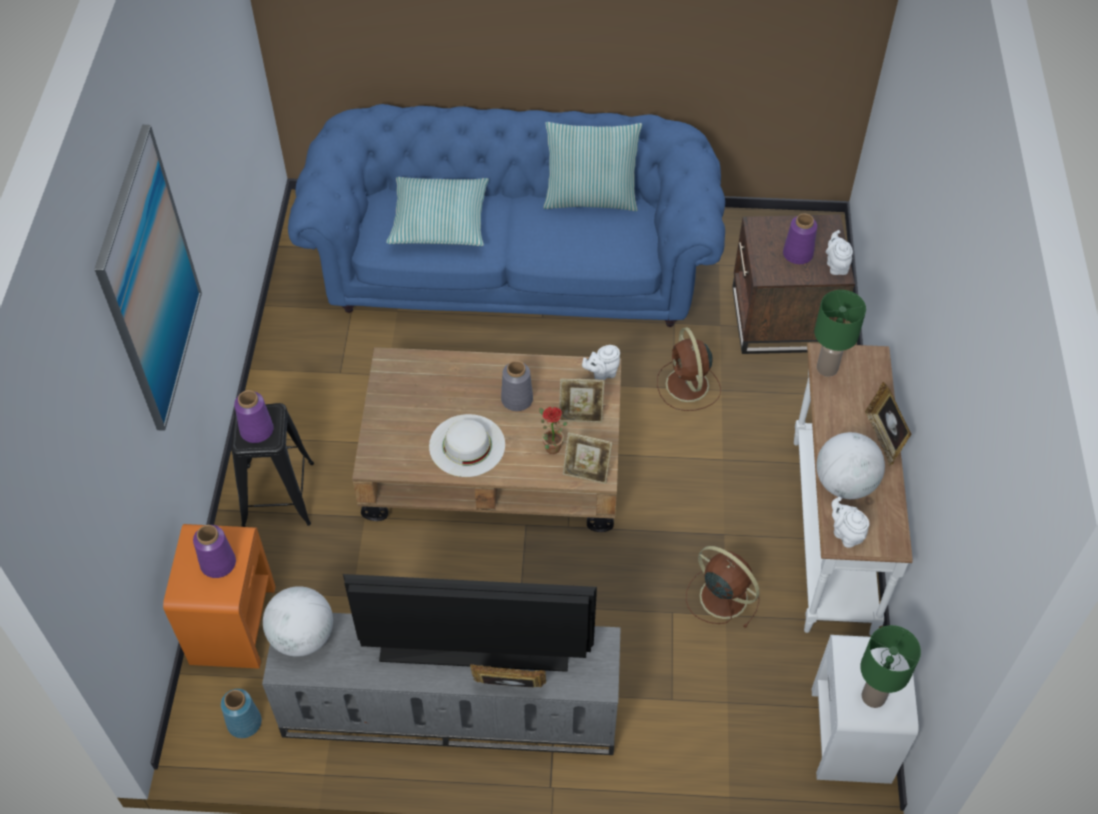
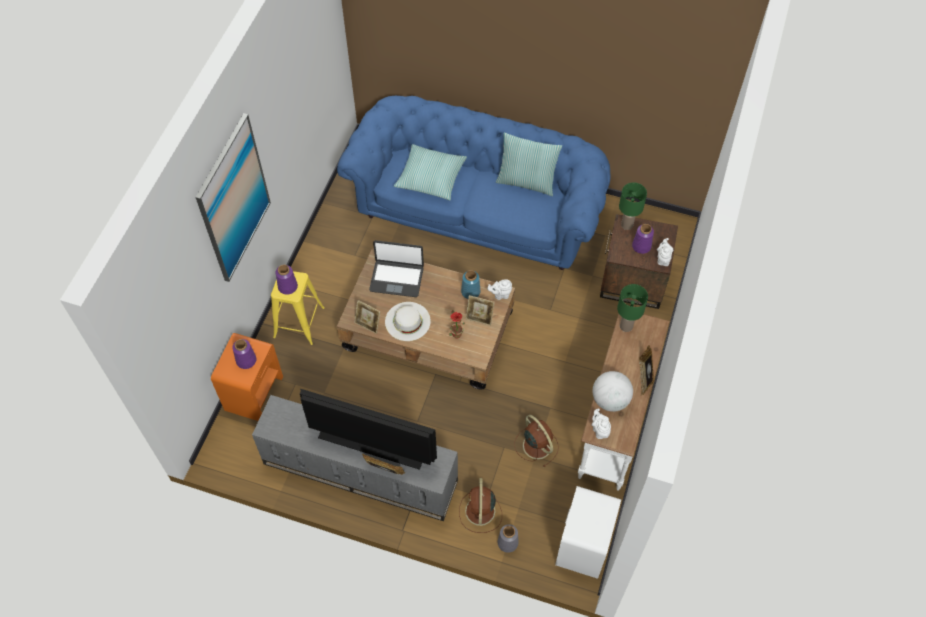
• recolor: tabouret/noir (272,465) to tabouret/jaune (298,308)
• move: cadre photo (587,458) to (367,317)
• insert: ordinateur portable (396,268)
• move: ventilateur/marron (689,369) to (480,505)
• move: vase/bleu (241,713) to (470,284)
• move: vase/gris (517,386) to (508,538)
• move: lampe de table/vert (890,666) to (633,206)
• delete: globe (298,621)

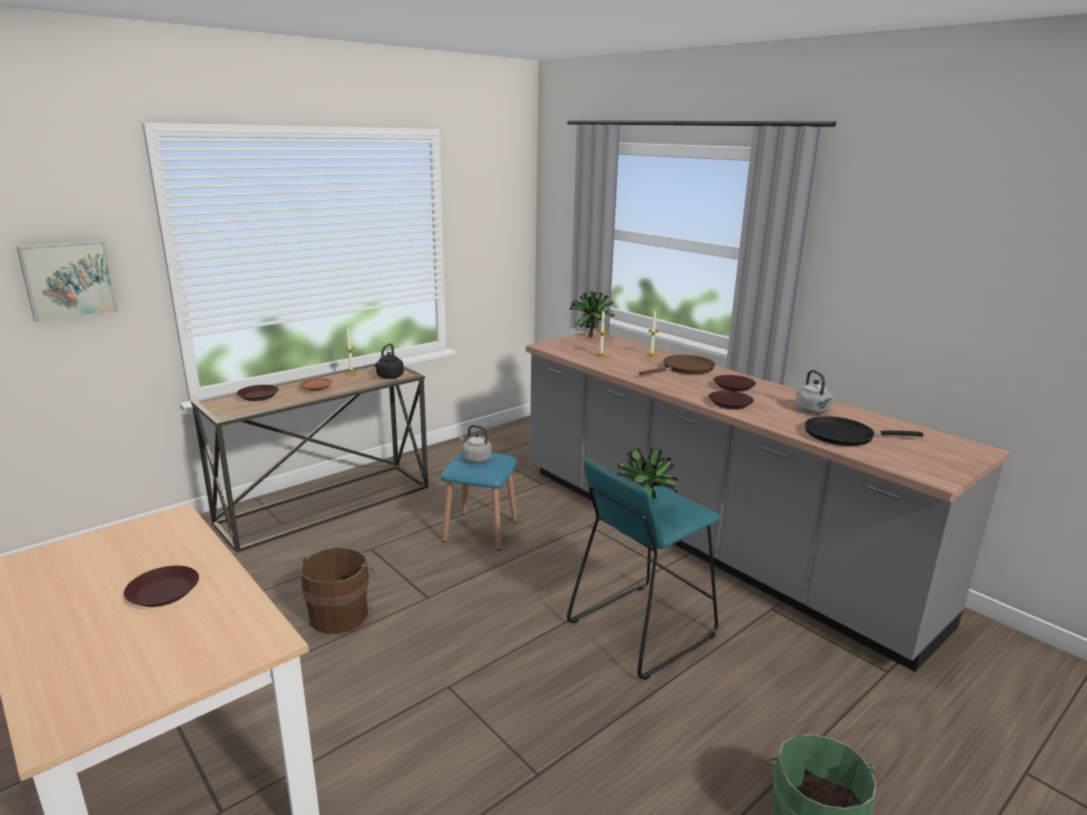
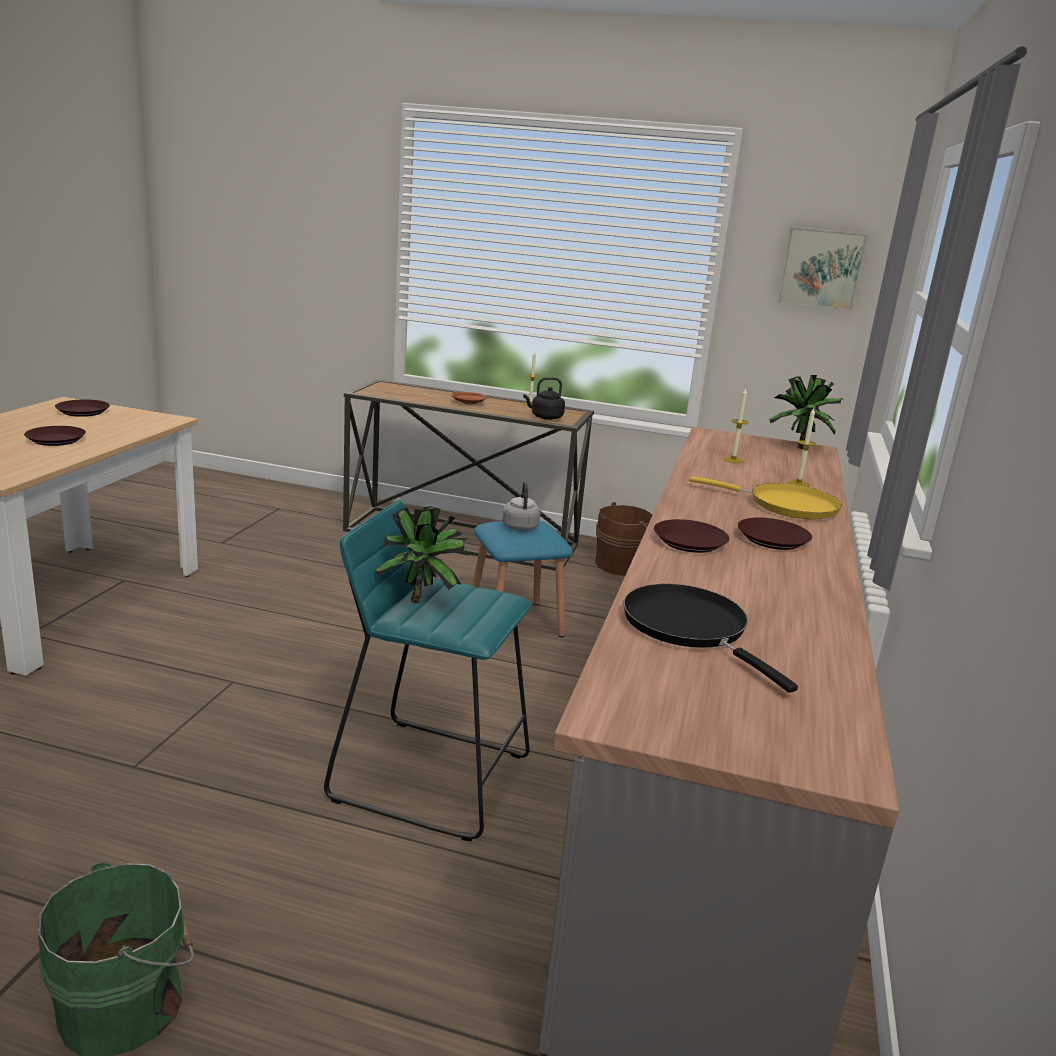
• move: assiette/marron (258,393) to (82,408)
• move: seau/marron (337,590) to (623,539)
• recolor: poêle/marron (677,365) to poêle/jaune (765,497)
• move: tableau (67,281) to (822,269)
• delete: bouilloire/gris (813,392)

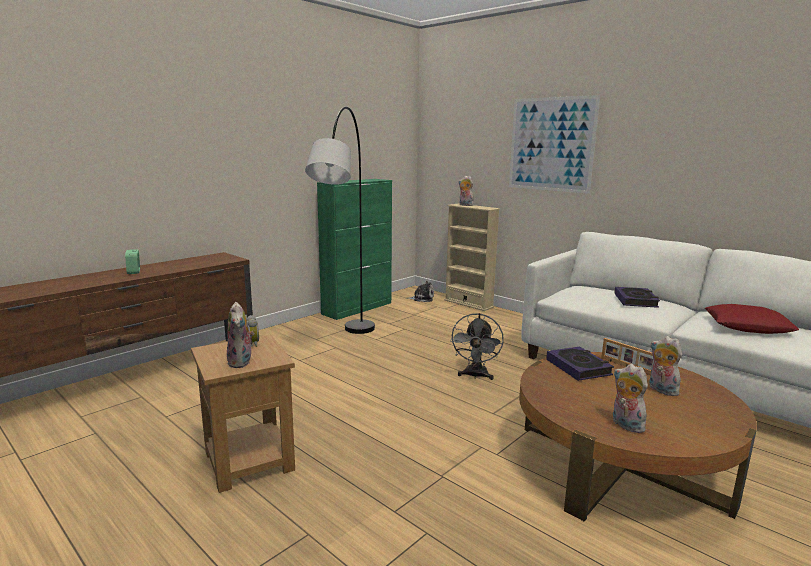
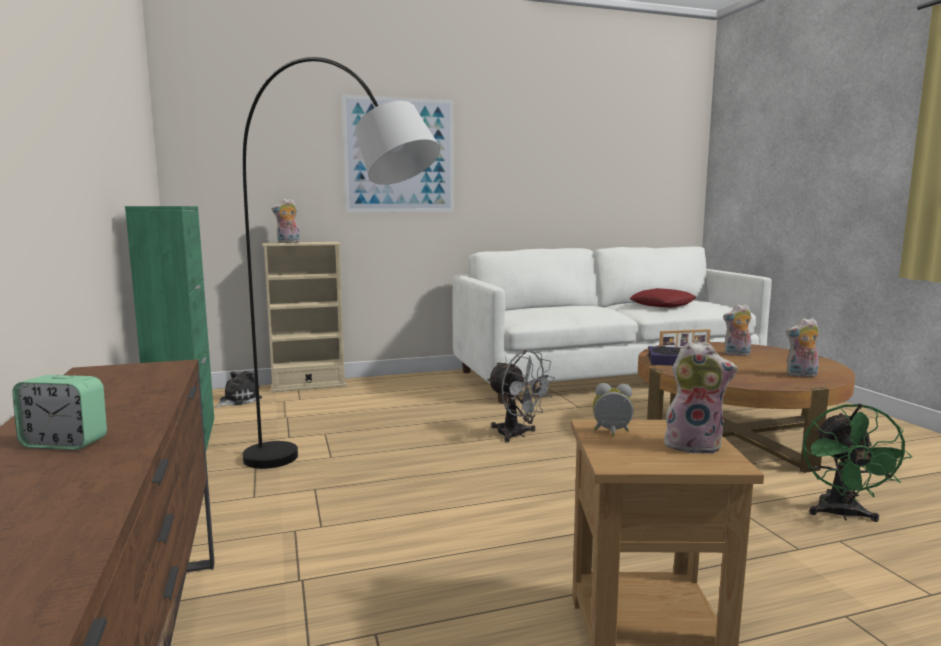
• insert: ventilateur/vert (857,463)
• delete: livre (637,297)

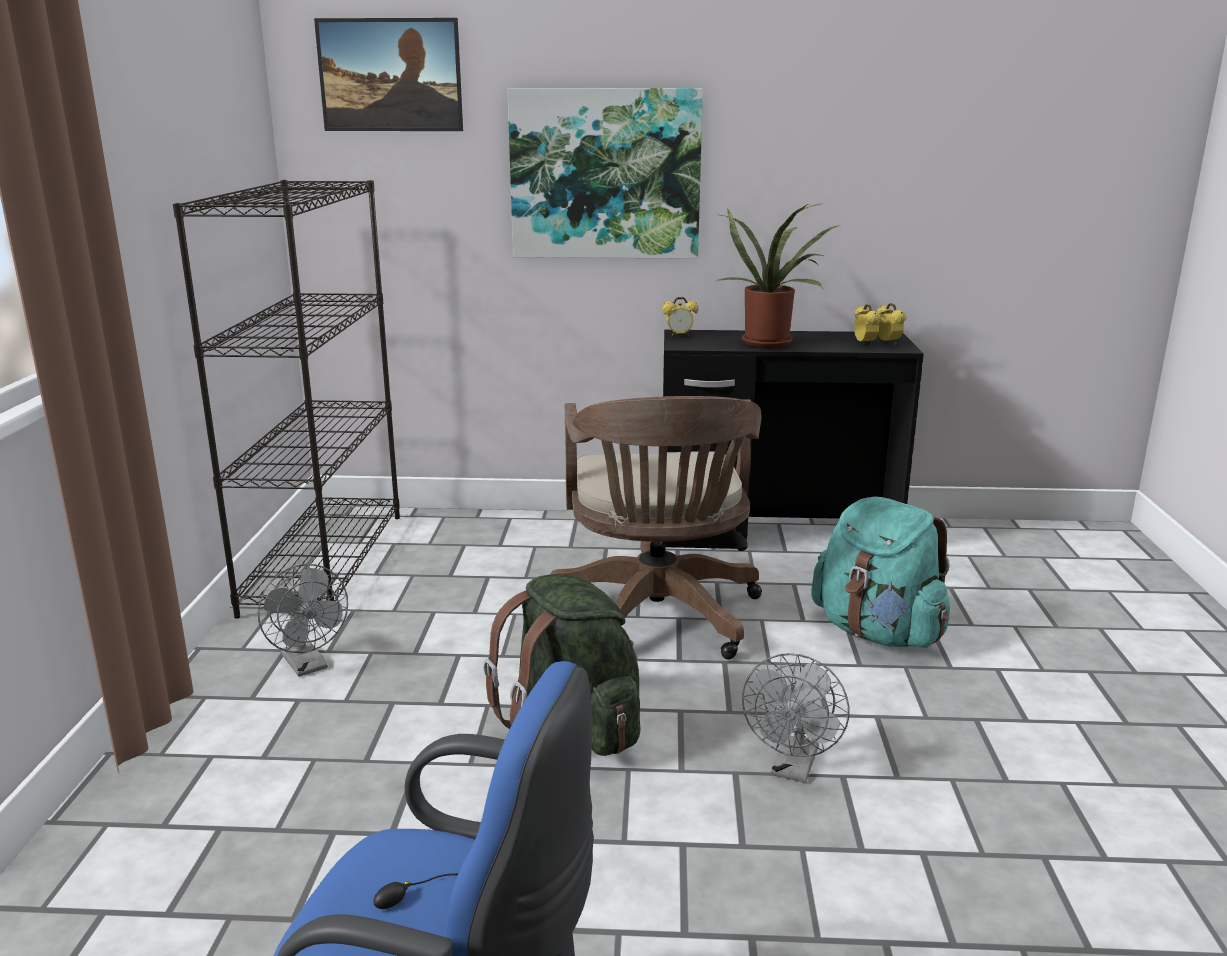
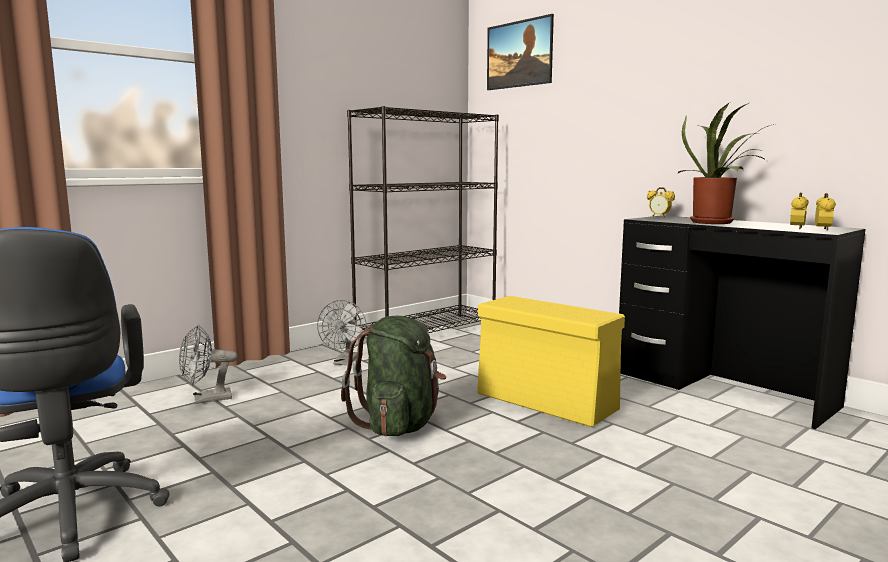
• move: ventilateur/gris (795,718) to (208,364)
• replace: chaise de bureau/marron (656,527) to boîte de rangement/jaune (551,361)
• delete: tableau (605,173)
• delete: sac à dos/turquoise (881,572)

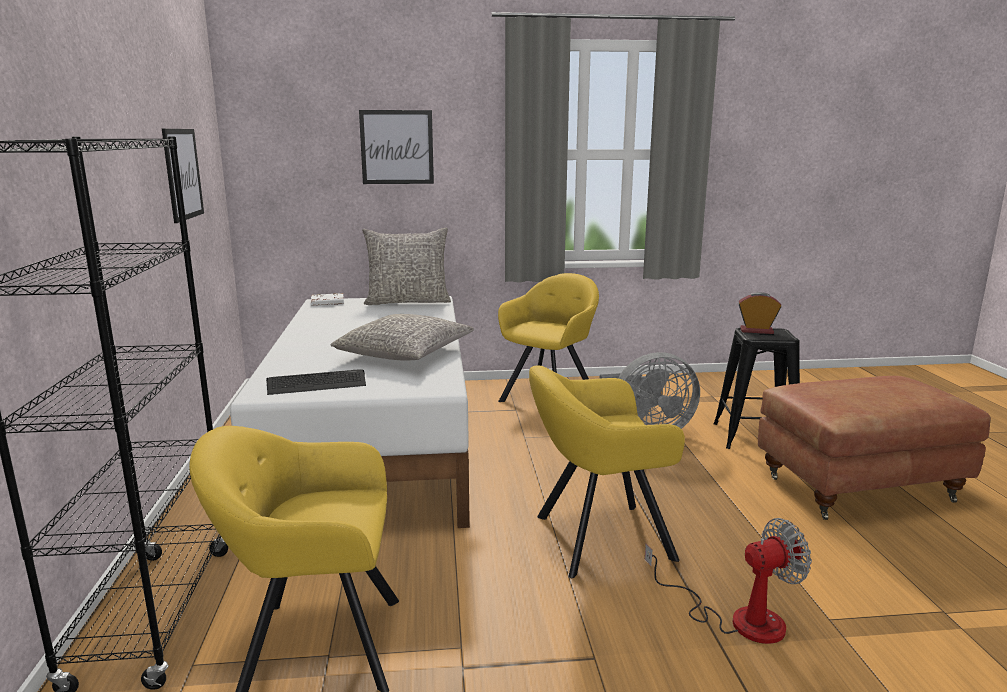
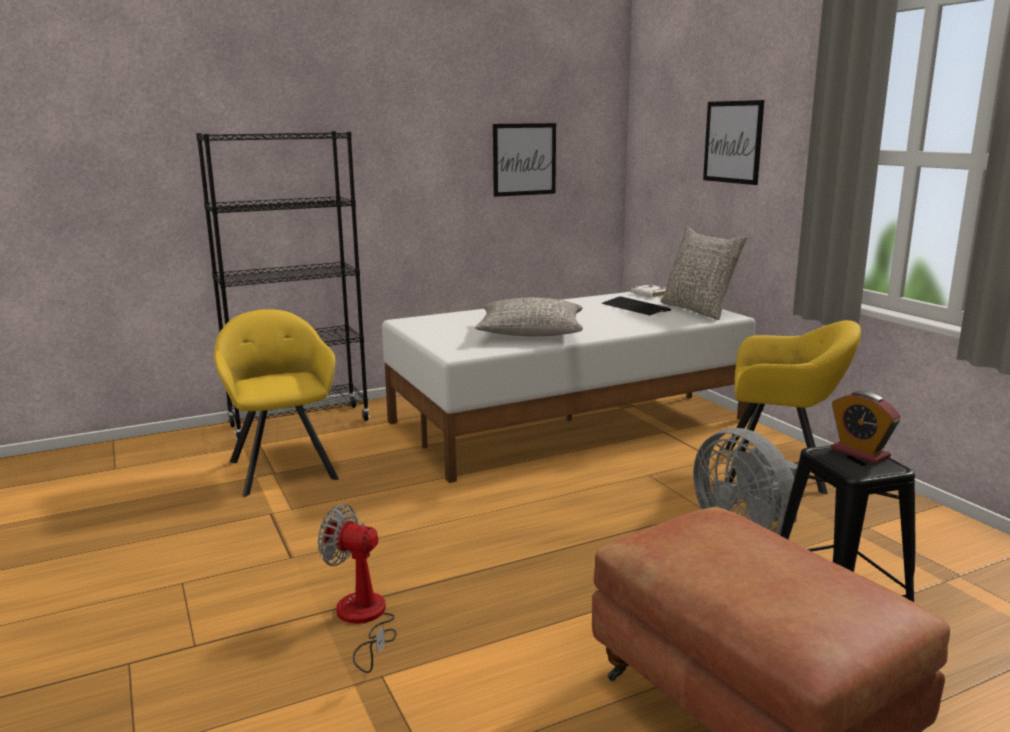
• rotate: ventilateur (728,581) = (357,588) 150 degrees clockwise
• move: clavier (316,382) to (636,306)
• rotate: réveil (759,313) = (865,427) 150 degrees clockwise
• delete: fauteuil/jaune (607,471)

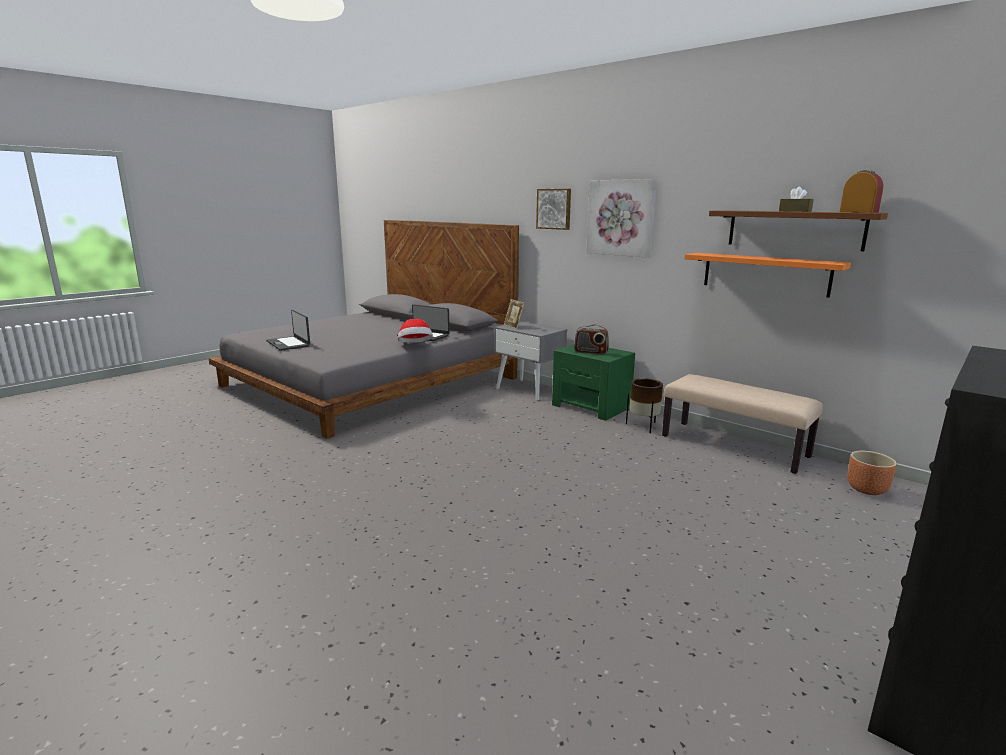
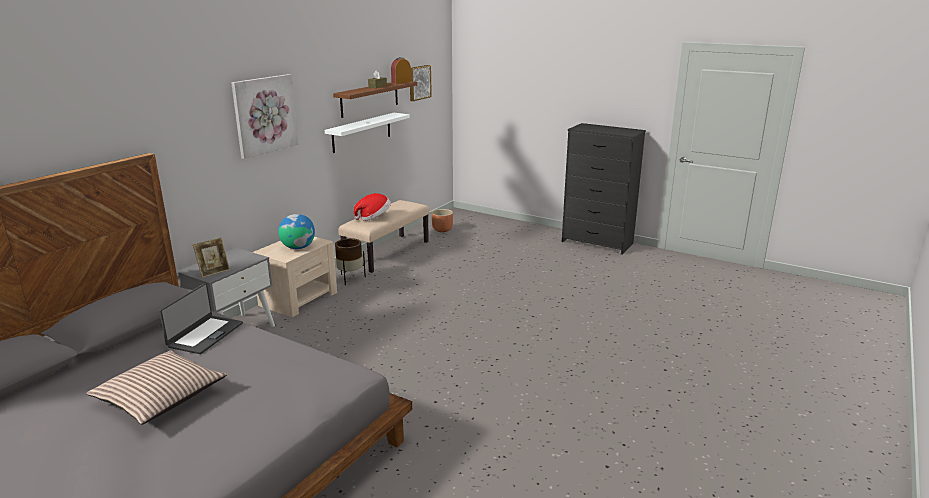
• insert: coussin (156,387)
• recolor: table de chevet/vert (593,382) to table de chevet/beige (295,277)
• replace: radio (591,339) to globe (296,231)
• recolor: étagère/orange (767,275) to étagère/blanc (367,133)
• move: chapeau (415,331) to (372,207)
• move: tableau (553,209) to (421,83)
• delete: ordinateur portable (288,330)

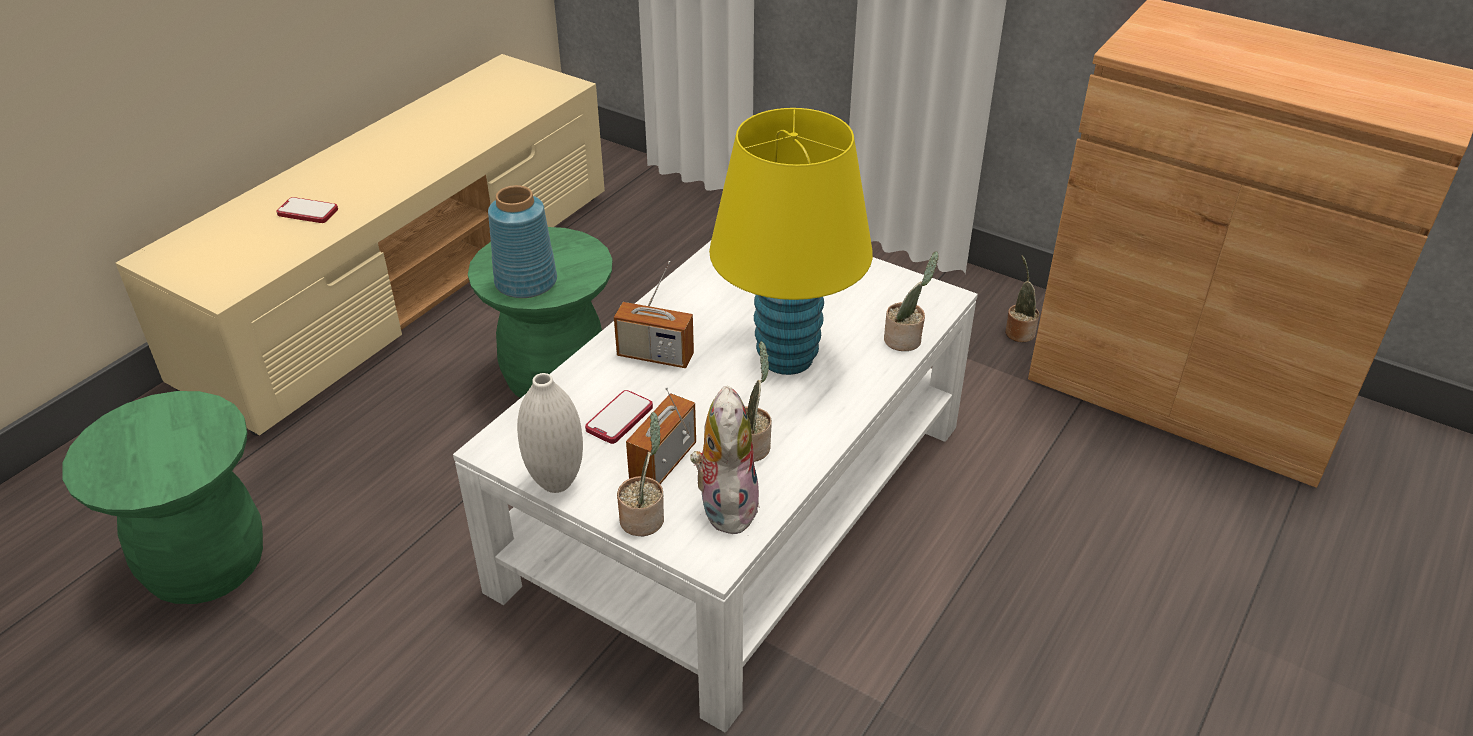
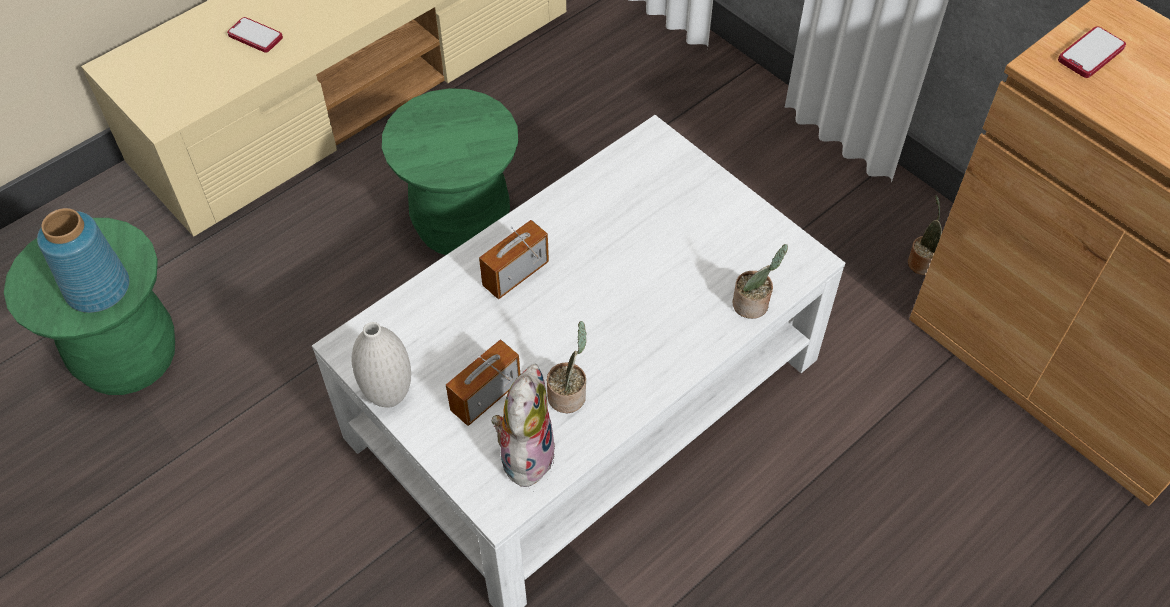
• move: vase/bleu (522,241) to (83,260)
• rotate: radio (654,314) = (514,259) 105 degrees clockwise
• move: téléphone (619,417) to (1092,52)
• delete: plante en pot (640,474)
• delete: lampe de table/jaune (791,241)

